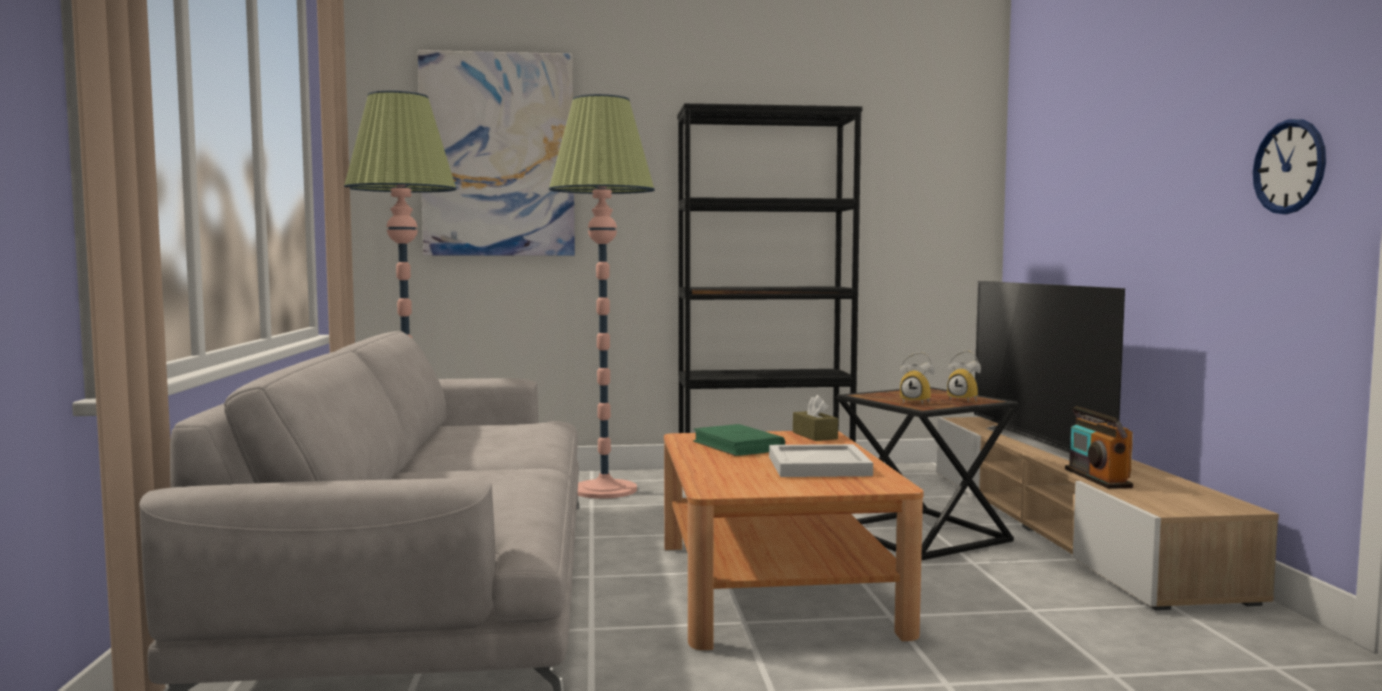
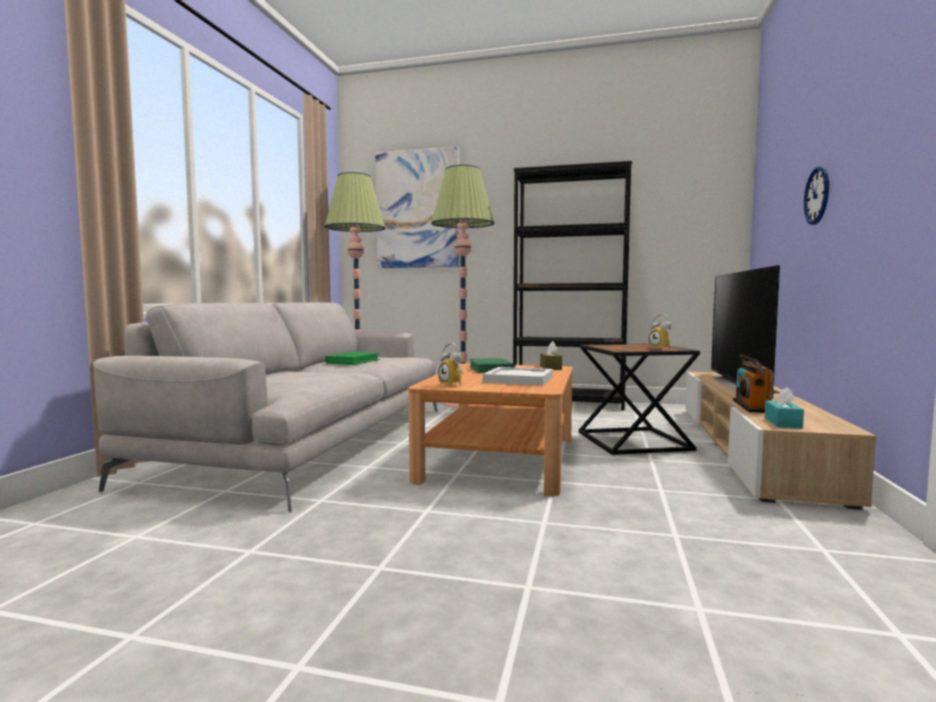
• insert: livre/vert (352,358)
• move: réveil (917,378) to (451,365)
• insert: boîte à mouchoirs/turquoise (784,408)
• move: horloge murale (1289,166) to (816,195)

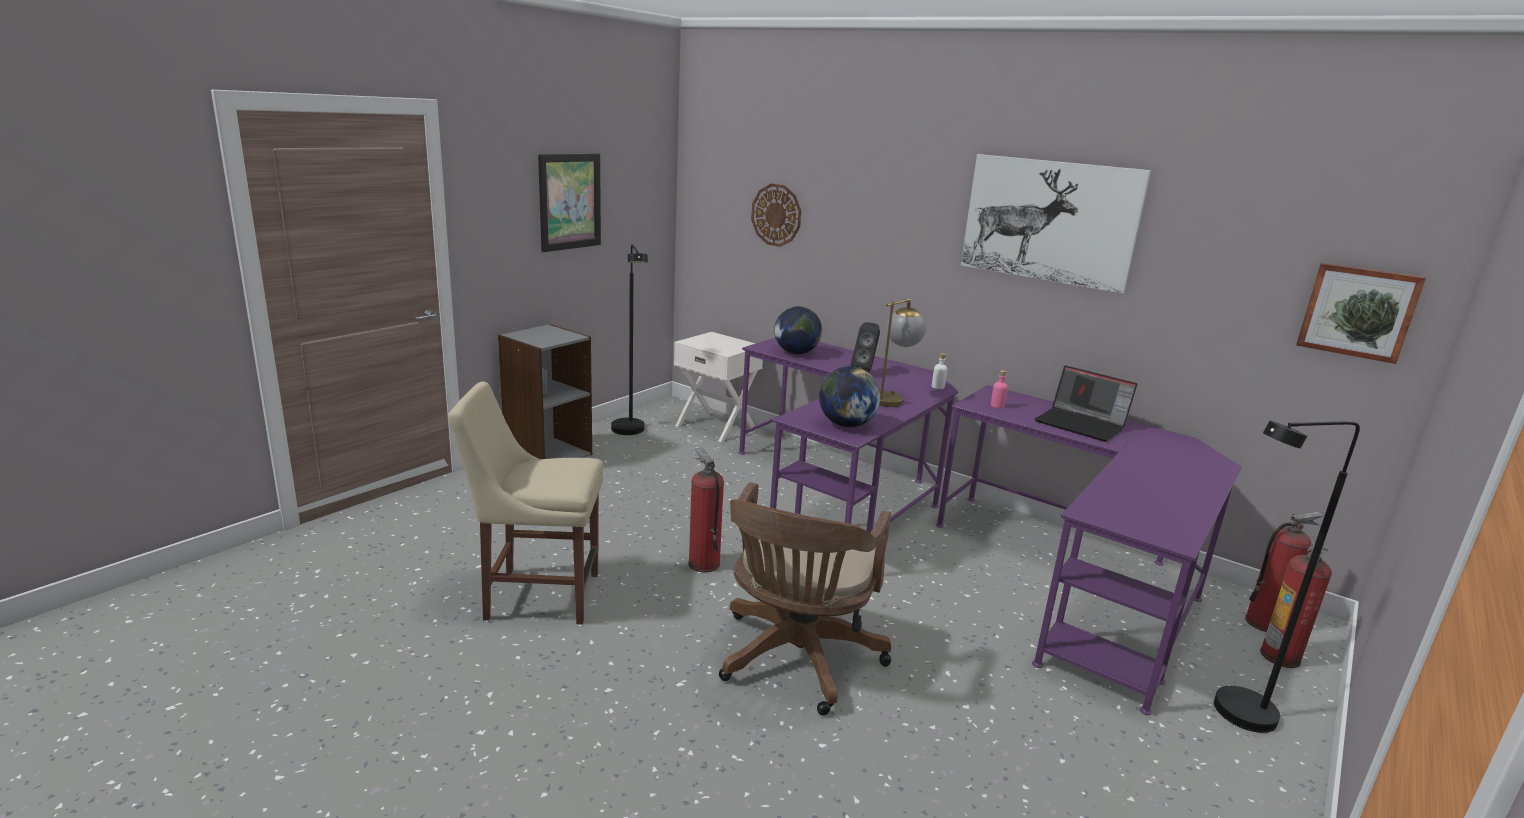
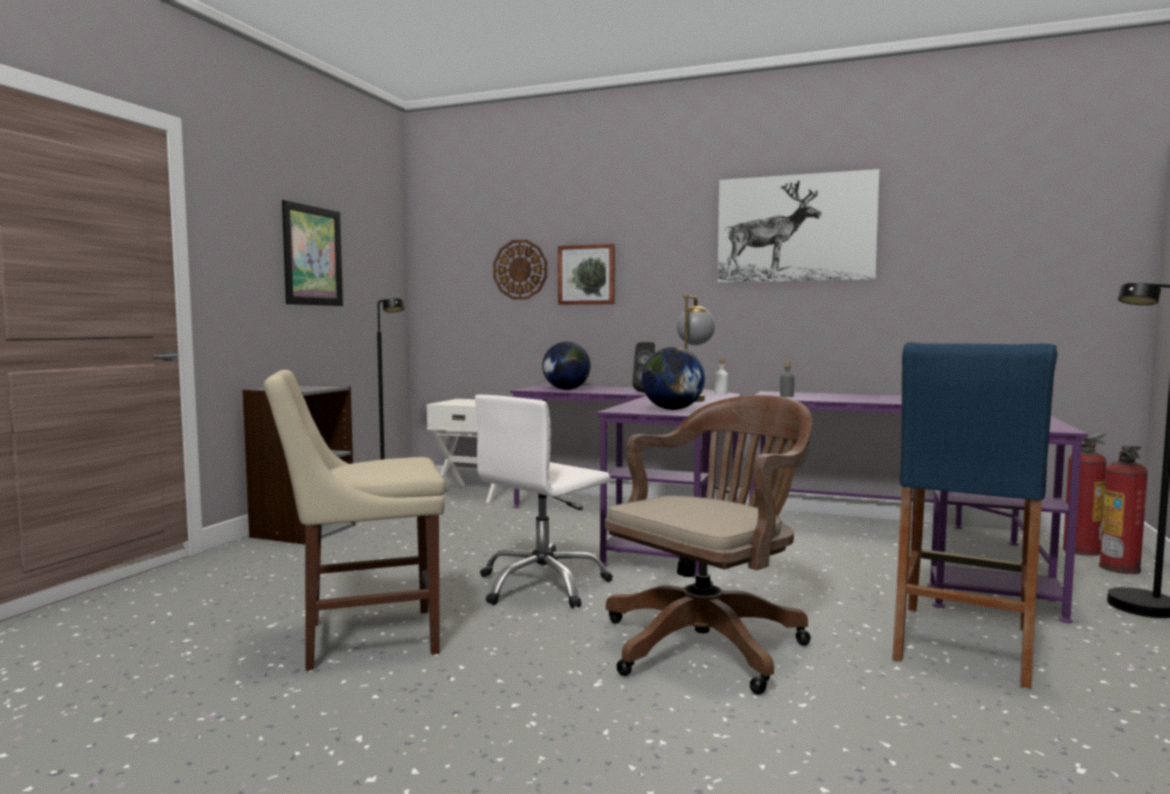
• replace: extincteur (706,510) to chaise de bureau/blanc (544,501)
• move: tableau (1361,313) to (586,274)
• rotate: chaise de bureau/marron (805,599) = (708,544) 135 degrees counterclockwise
• recolor: bouteille/rose (999,389) to bouteille/gris (787,379)
• insert: tabouret/bleu (974,515)
• delete: ordinateur portable (1086,403)

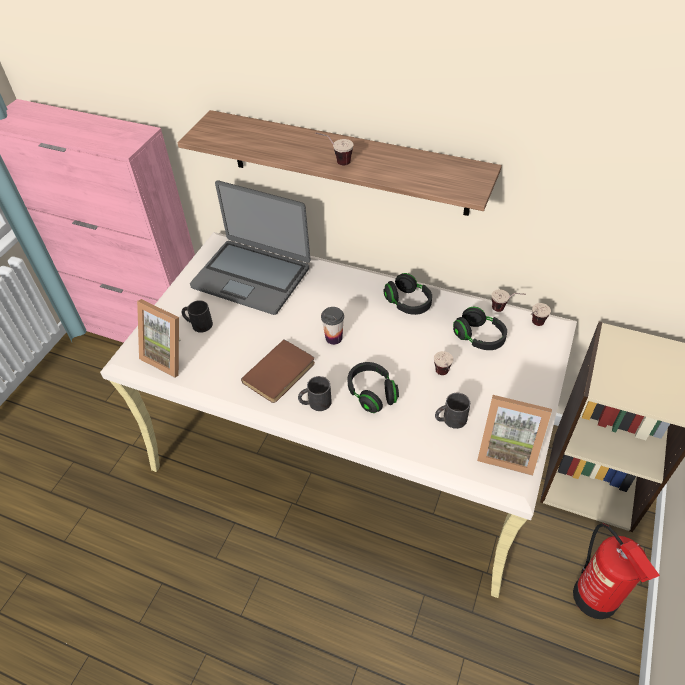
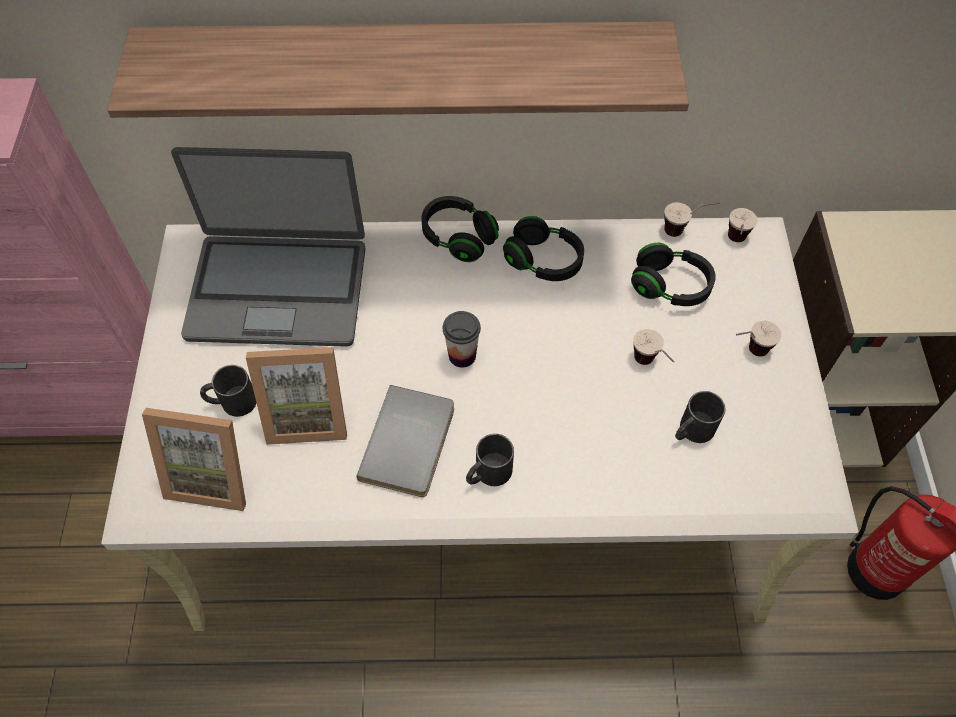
• move: cadre photo (514,435) to (296,396)
• recolor: livre/marron (278,371) to livre/gris (405,441)
• move: casque audio/noir (373,387) to (460,229)
• move: tasse (334,149) to (758,339)

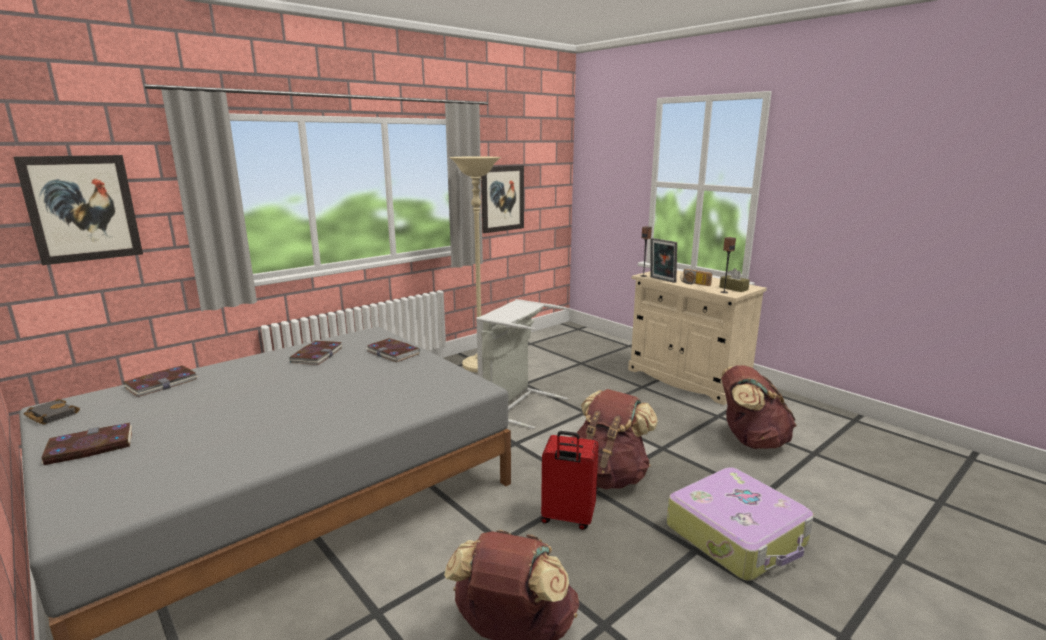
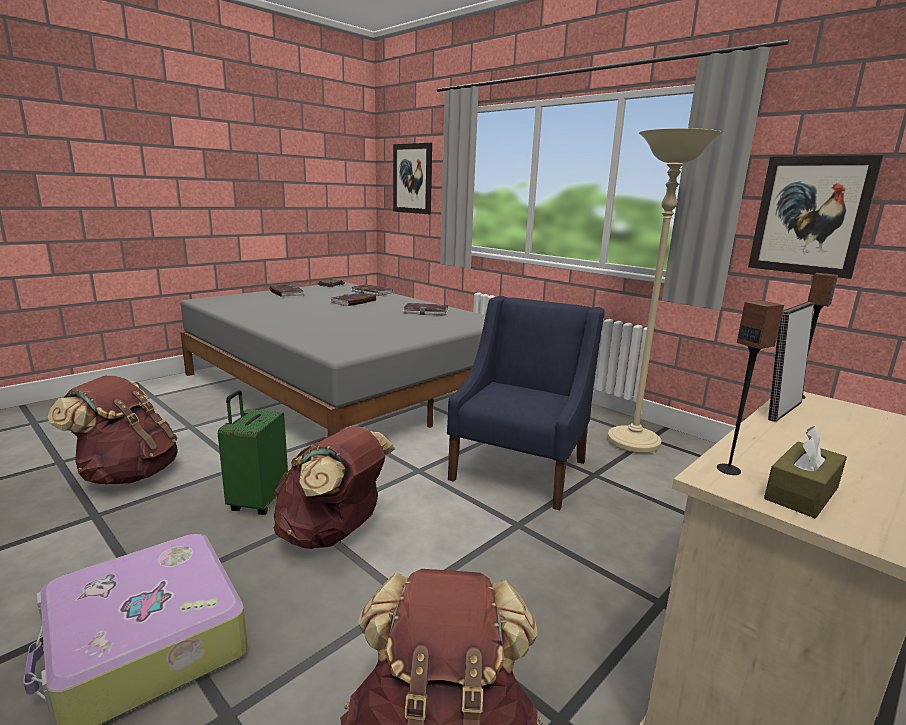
• recolor: valise/rouge (570,480) to valise/vert (253,452)
• move: livre (393,350) to (353,299)
• replace: panier à linge/gris (523,364) to fauteuil/bleu (526,403)
• delete: radio (696,277)

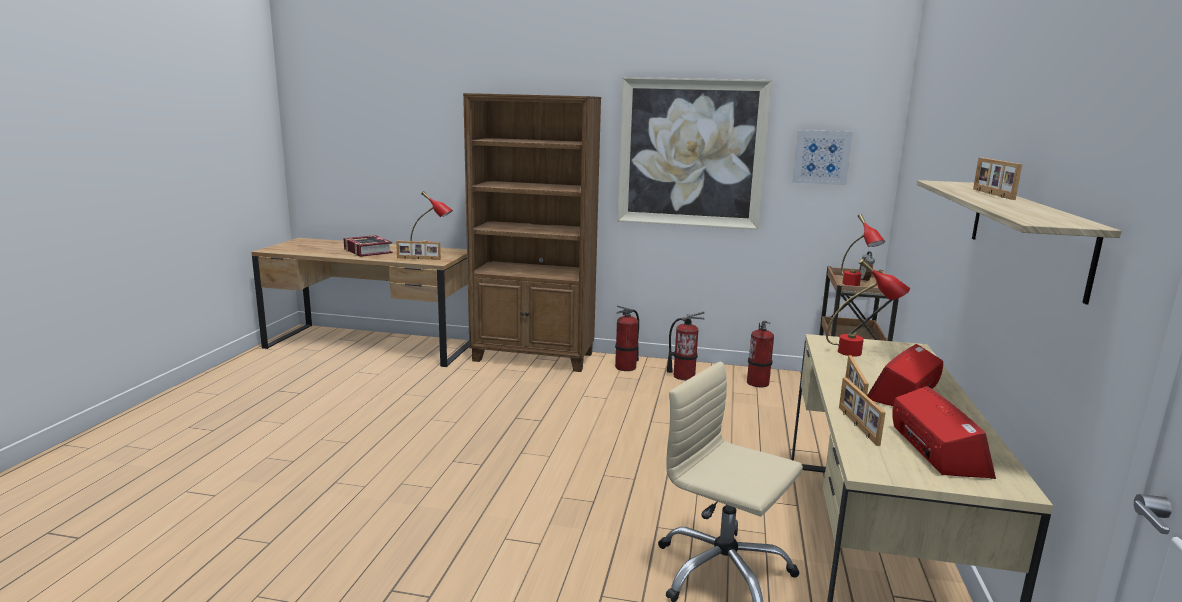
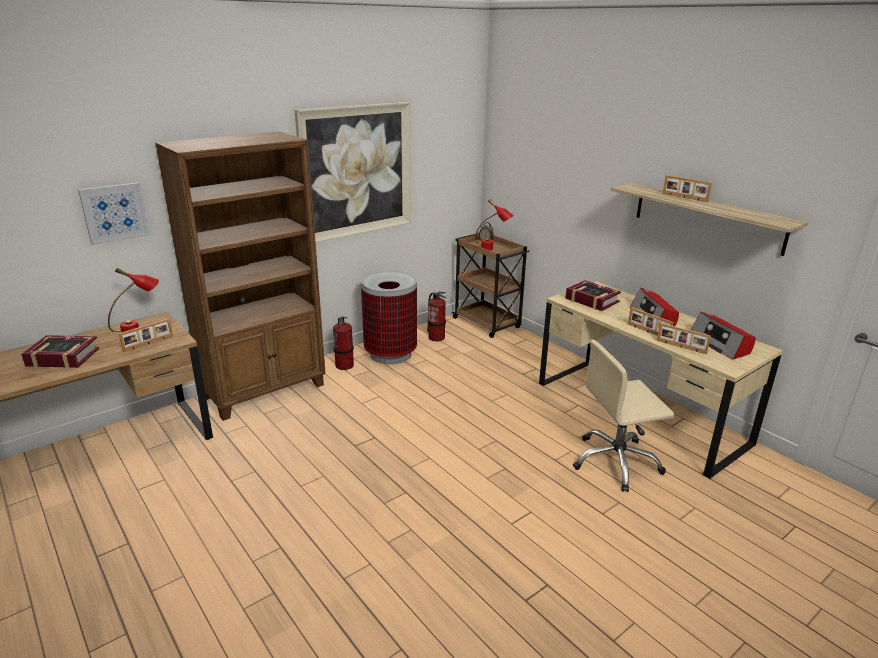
• move: tableau (823,157) to (114,213)
• replace: extincteur (686,345) to poubelle (389,317)
• replace: lampe de table/rouge (868,308) to livre (593,295)
• rotate: radio (944,432) = (723,336) 150 degrees counterclockwise

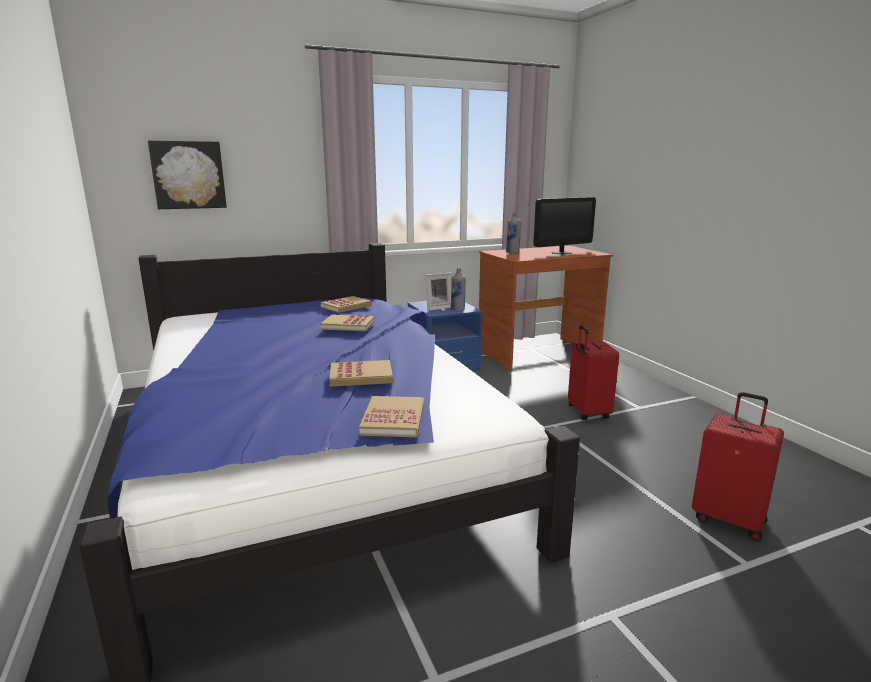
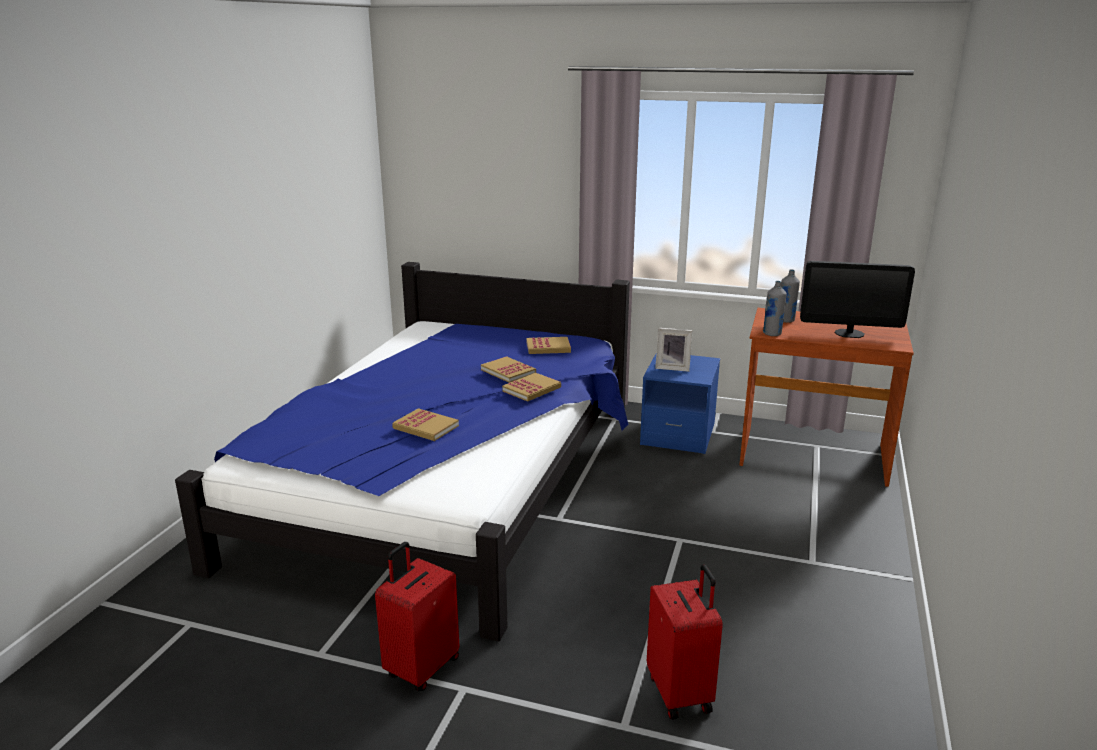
• move: valise/rouge (593,372) to (417,616)
• move: livre (391,416) to (531,387)
• move: bouteille/gris (458,290) to (775,308)
• delete: tableau (187,175)

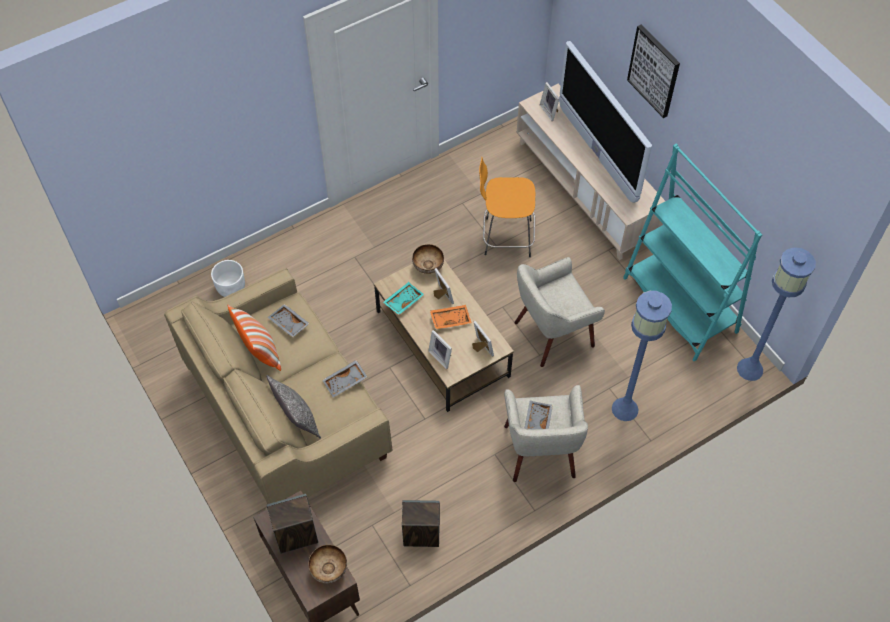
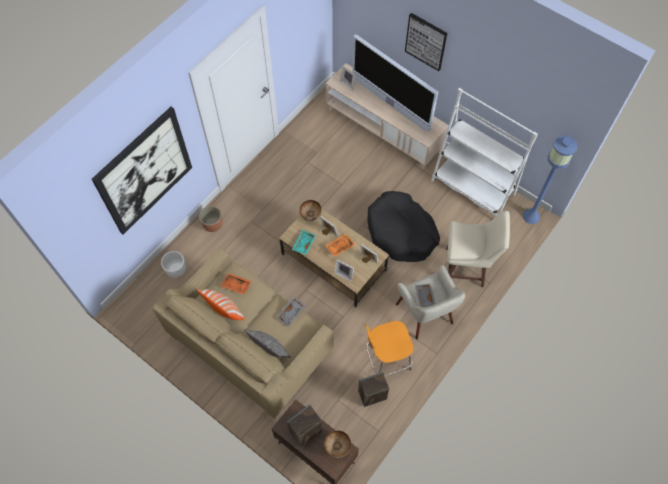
• insert: tableau (142,170)
• insert: cache-pot (210,219)
• recolor: plateau/gris (289,320) to plateau/orange (236,284)
• move: tabouret/orange (507,207) to (389,348)
• replace: fauteuil/beige (559,312) to panier pour chien/noir (403,226)
• recolor: bibliothèque/turquoise (692,252) to bibliothèque/blanc (484,152)
• replace: lampadaire/bleu (642,356) to tabouret/beige (478,249)

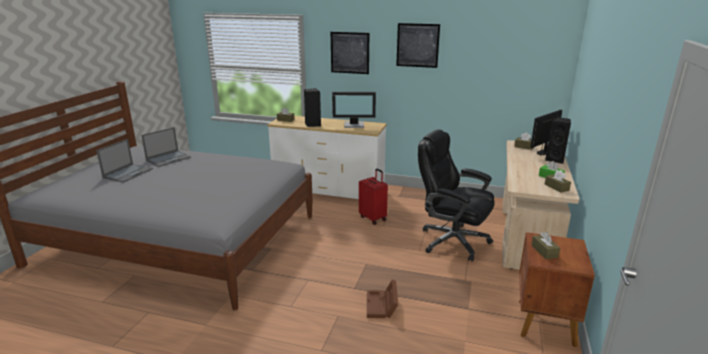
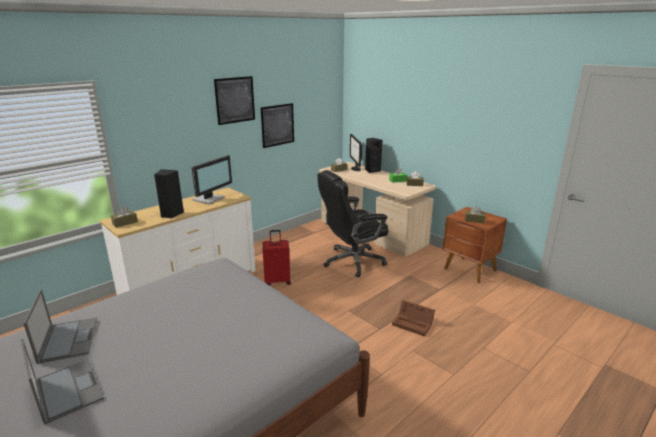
• move: tableau (350,53) to (277,125)

